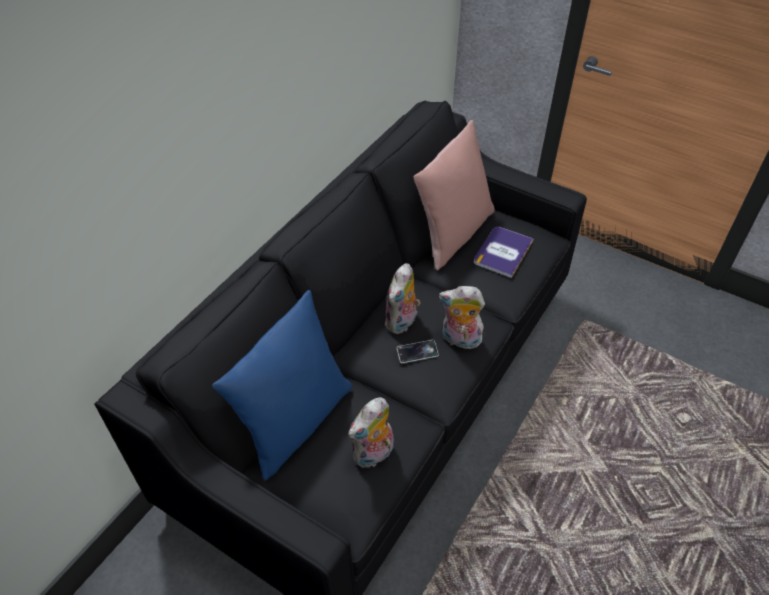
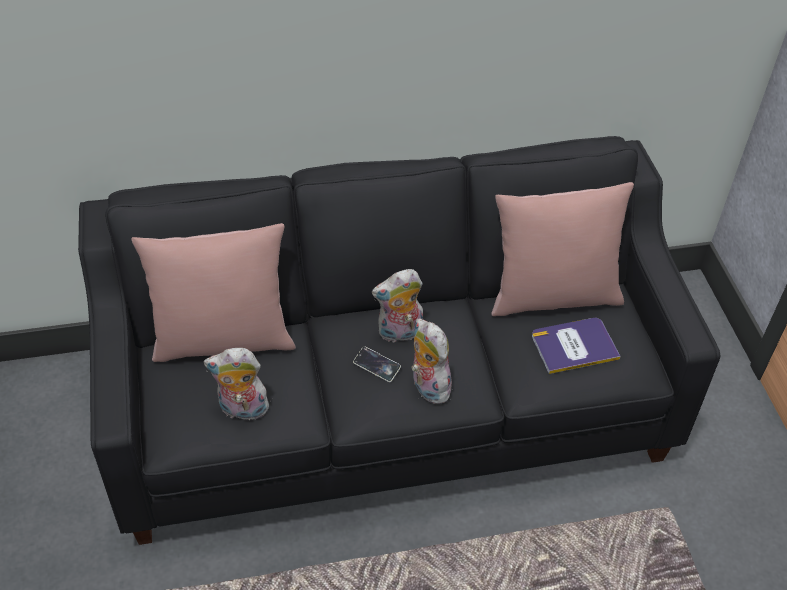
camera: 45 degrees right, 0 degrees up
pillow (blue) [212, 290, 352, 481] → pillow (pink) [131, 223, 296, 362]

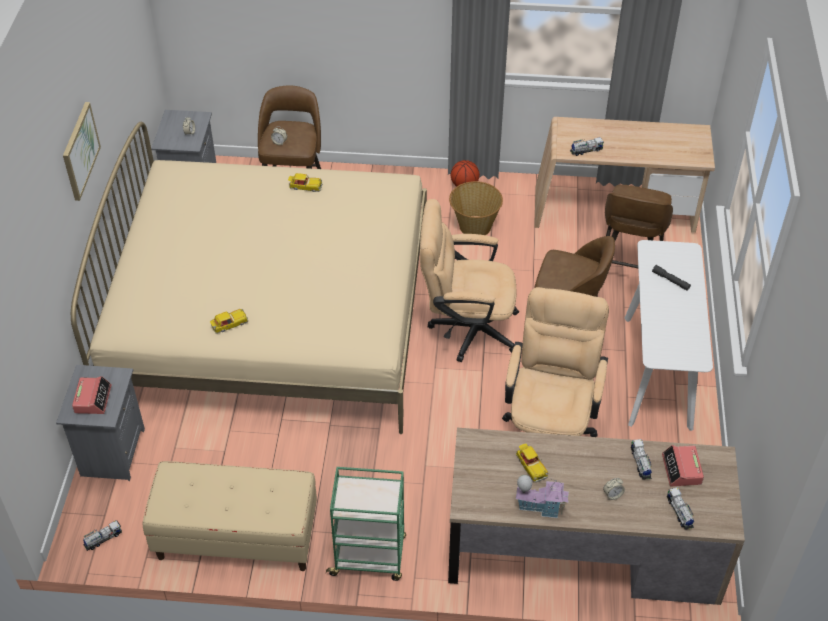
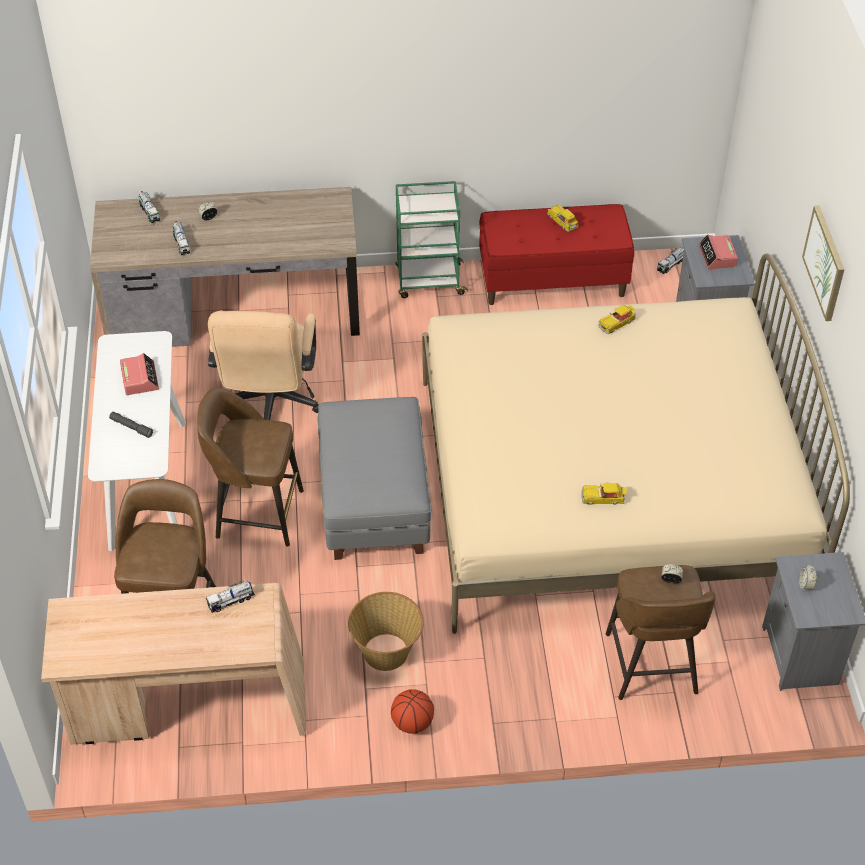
camera: 170 degrees right, 0 degrees up
office chair (beige) [420, 199, 519, 362] → ottoman (grey) [317, 397, 431, 560]
toy car [516, 443, 548, 483] → toy car [547, 205, 579, 232], relocated
alarm clock [662, 445, 704, 486] → alarm clock [120, 353, 159, 395], relocated
bench (beige) [143, 461, 317, 571] → bench (red) [479, 204, 634, 305]
toy house [516, 475, 569, 518] → -

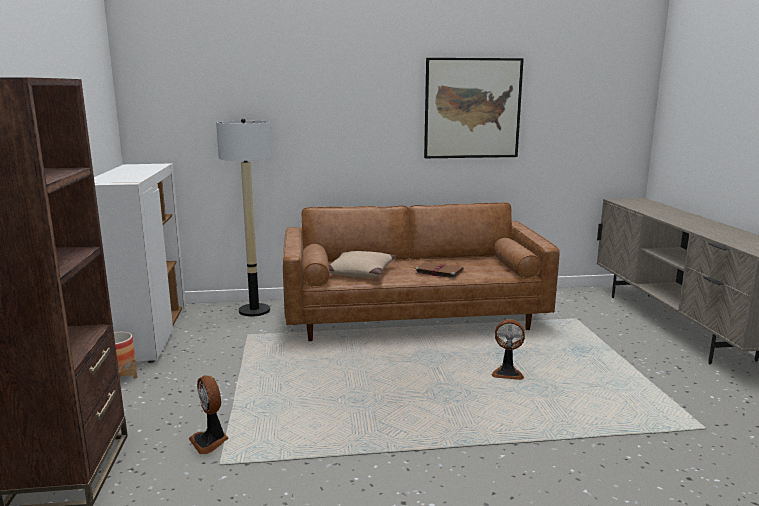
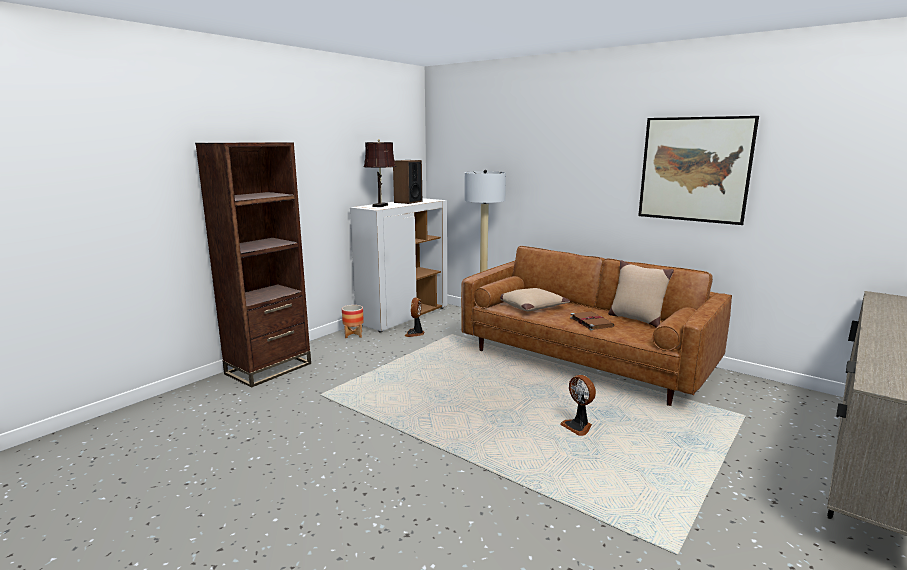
camera: 45 degrees right, 0 degrees up
fan [189, 375, 229, 454] → fan [405, 297, 425, 337], relocated
- → table lamp (brown) [364, 139, 396, 207]
- → speaker [393, 160, 422, 204]
- → pillow (beige) [608, 260, 674, 328]

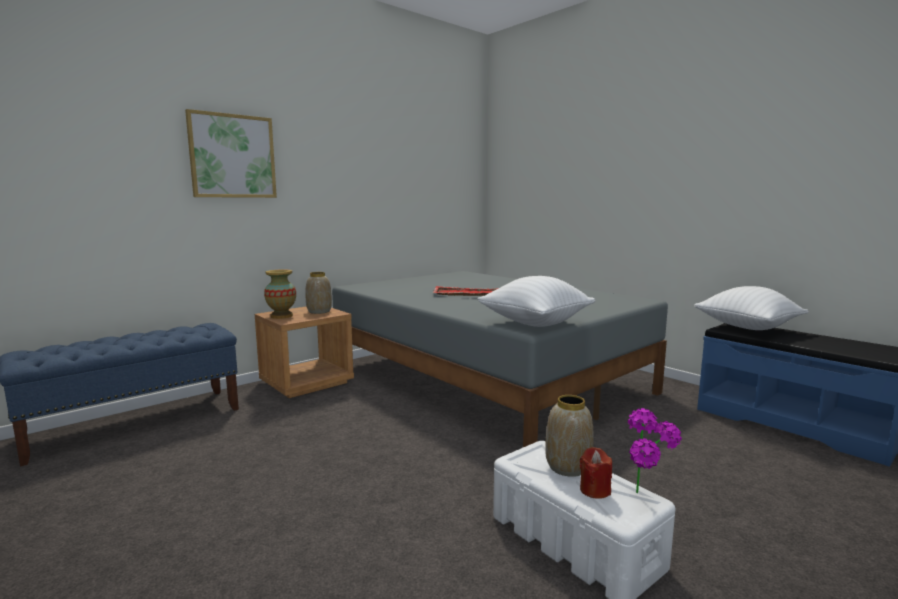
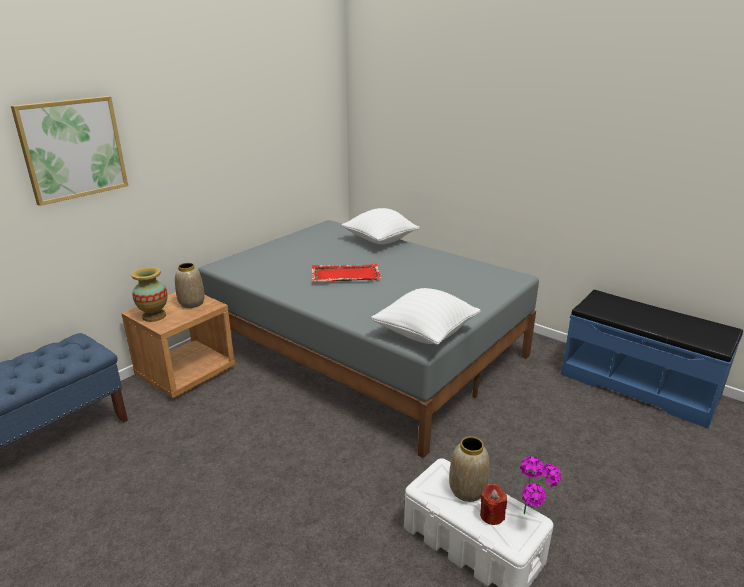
camera: 10 degrees left, 15 degrees up
pillow (white) [694, 286, 809, 330] → pillow (white) [341, 208, 420, 244], relocated

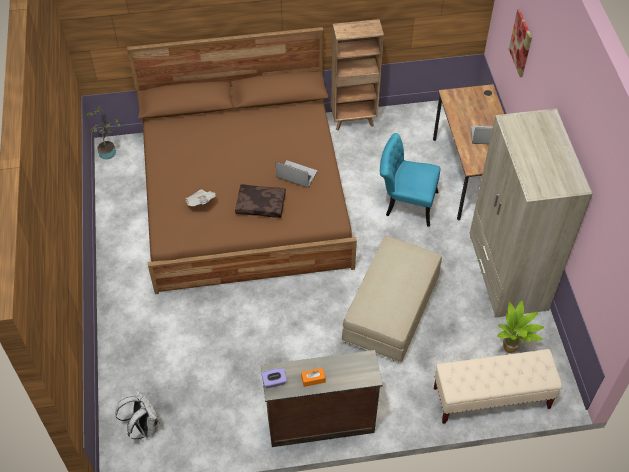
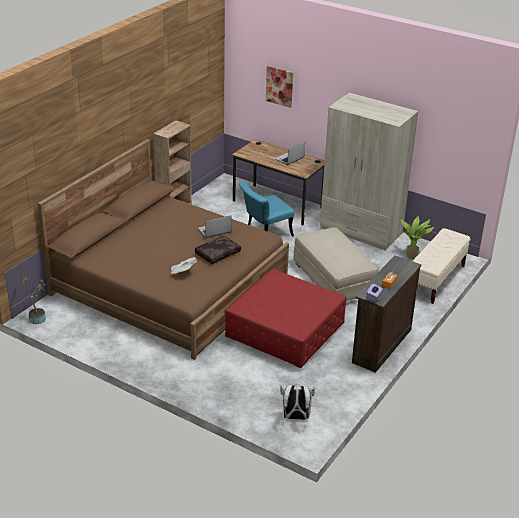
camera: 50 degrees left, 20 degrees down
- → ottoman (red) [225, 269, 347, 368]

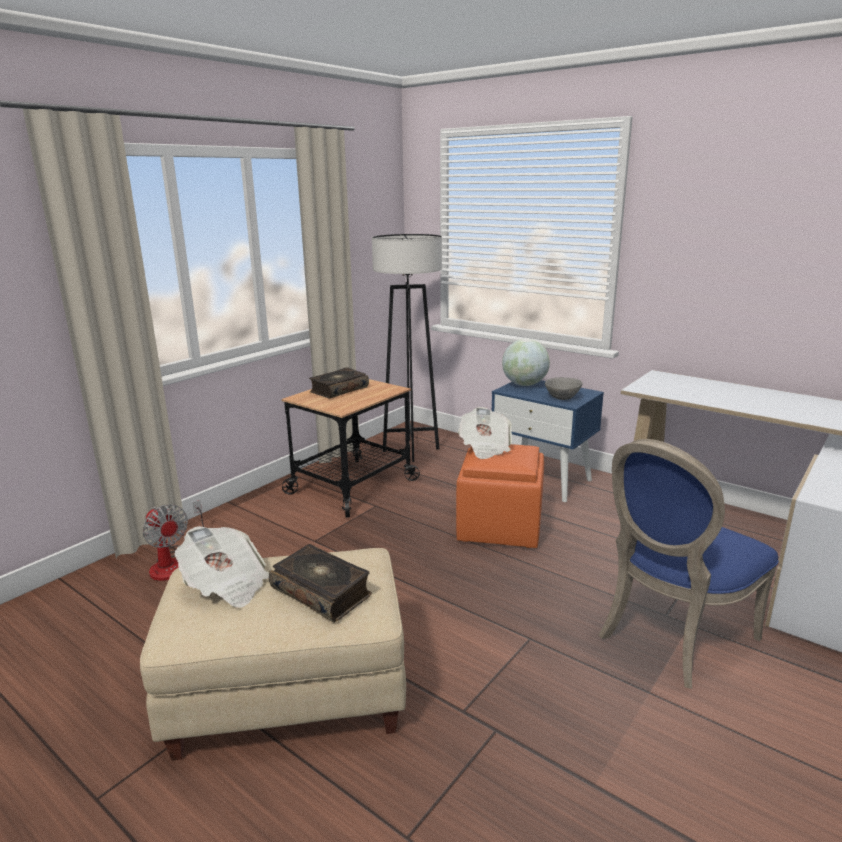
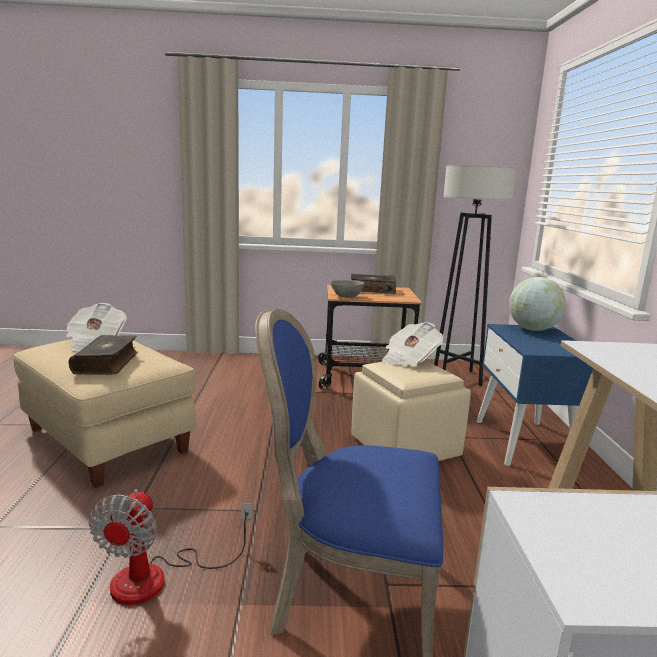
camera: 50 degrees right, 5 degrees down
bowl (grey) [545, 377, 583, 400] → bowl (grey) [331, 280, 365, 298], relocated
ottoman (orange) [456, 444, 544, 548] → ottoman (beige) [351, 360, 471, 461]
fan [143, 500, 204, 581] → fan [88, 489, 253, 605], relocated

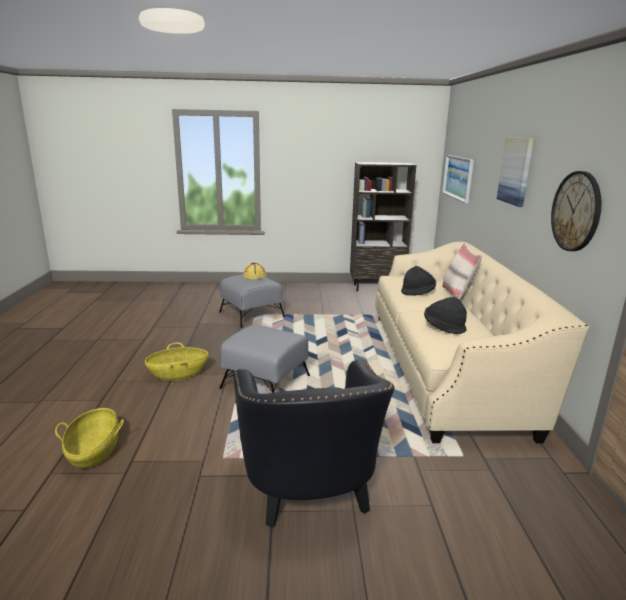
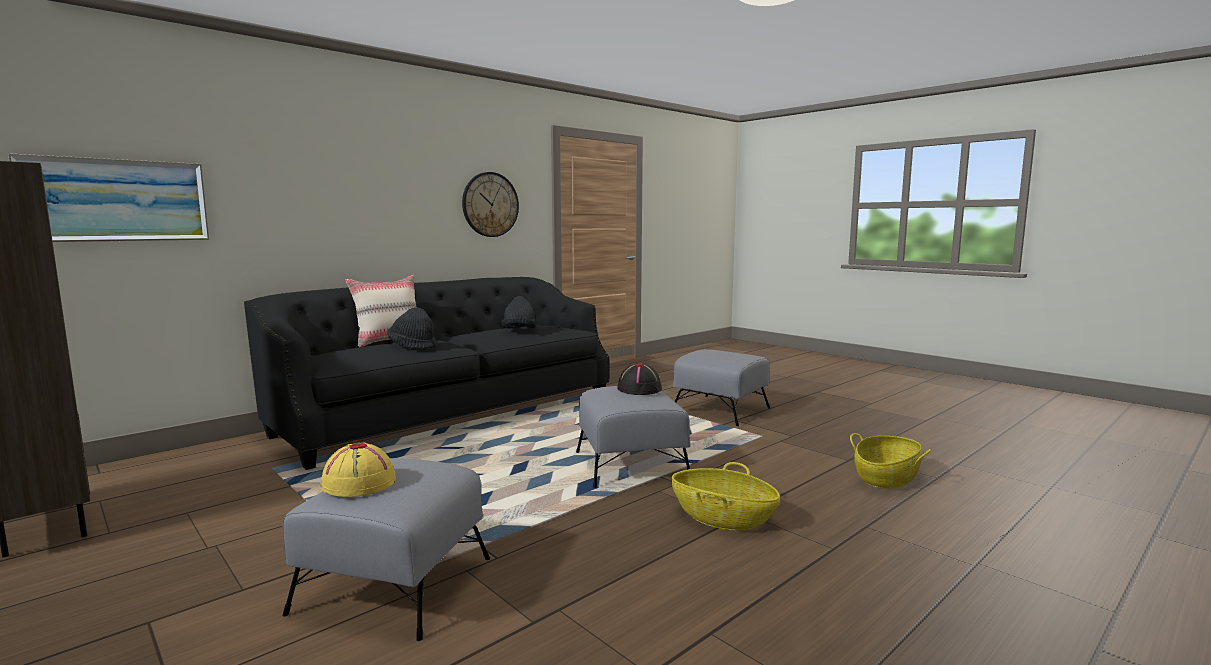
camera: 130 degrees left, 10 degrees down
picture [497, 137, 534, 207] → -
sofa (beige) [375, 242, 589, 444] → sofa (black) [244, 277, 610, 470]
armchair (black) [233, 359, 395, 527] → ottoman (grey) [673, 349, 770, 426]
- → hat (black) [617, 363, 662, 395]

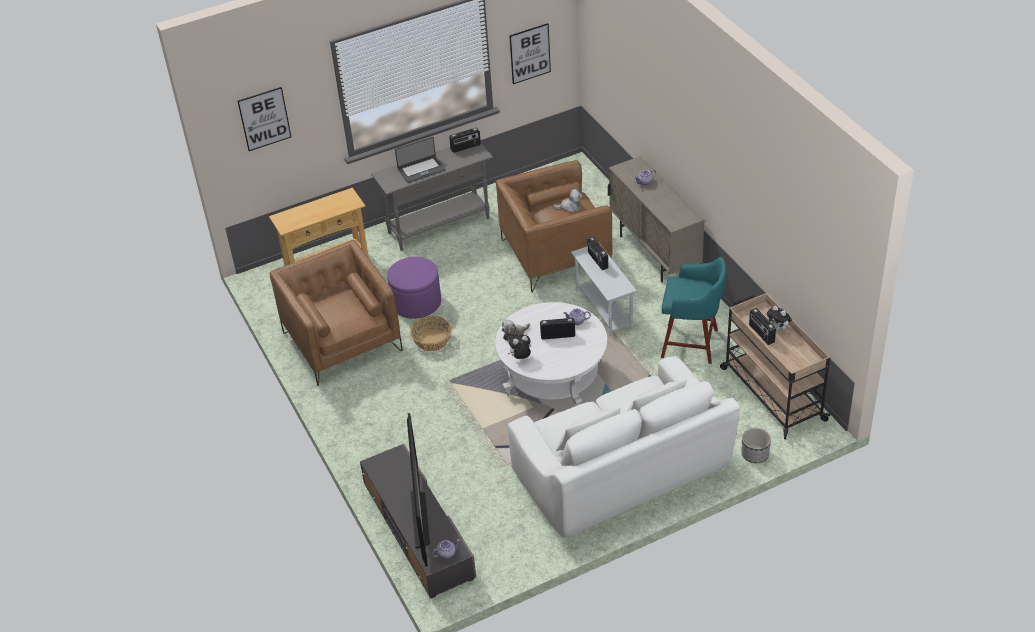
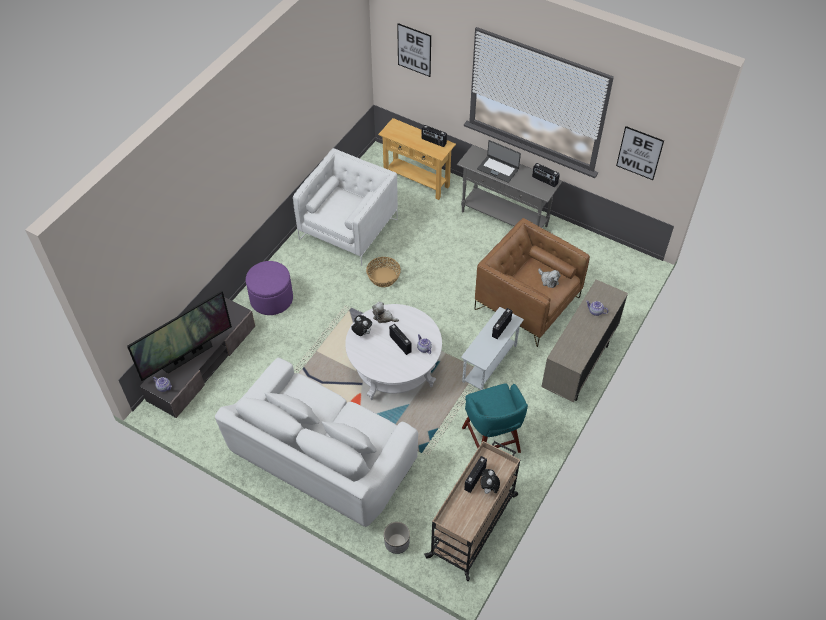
camera: 55 degrees right, 10 degrees up
armchair (brown) [269, 240, 403, 386] → armchair (white) [293, 148, 398, 266]
ottoman (purple) [387, 257, 441, 319] → ottoman (purple) [246, 261, 293, 315], relocated
- → radio [422, 125, 447, 147]

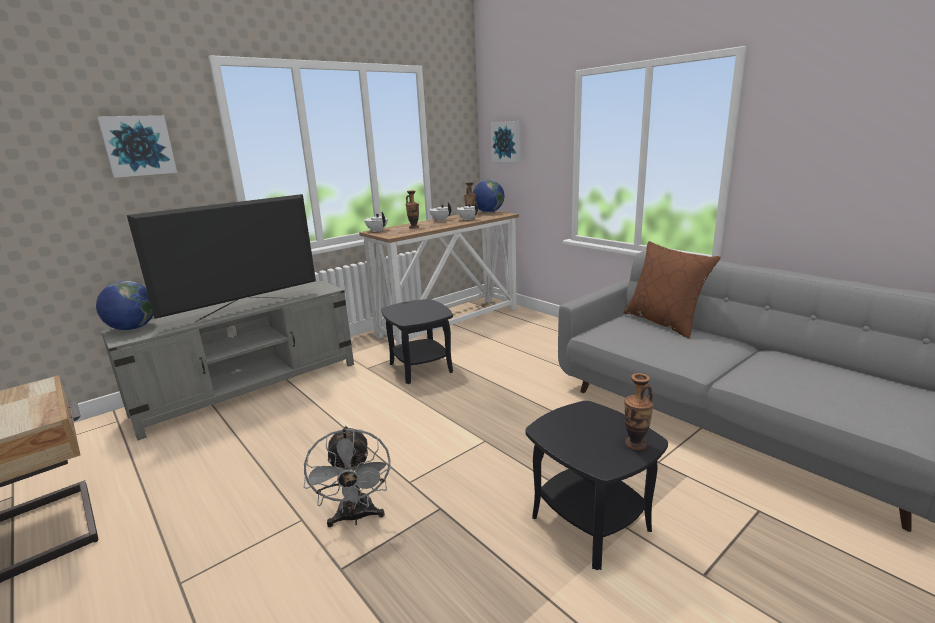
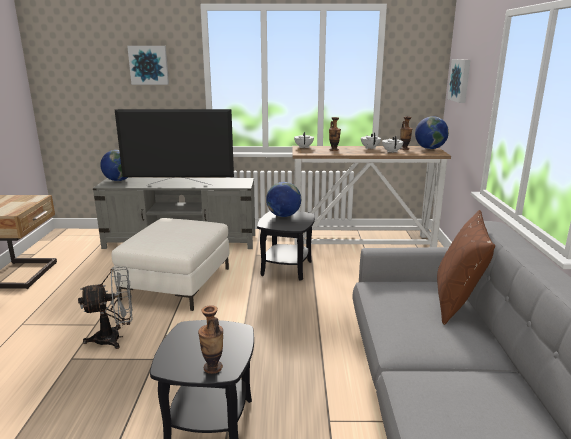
camera: 40 degrees right, 0 degrees up
fan (grey) [304, 426, 391, 527] → fan (grey) [78, 267, 133, 349], 135 degrees counterclockwise
- → globe [266, 182, 301, 217]
- → ottoman (white) [111, 218, 229, 311]

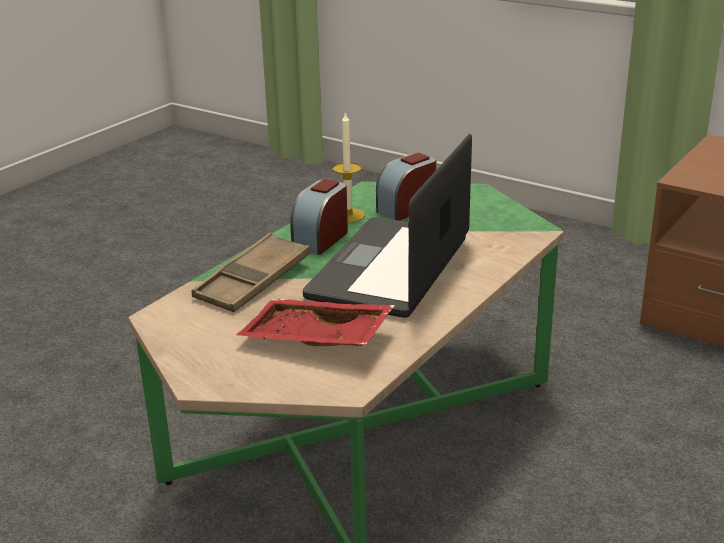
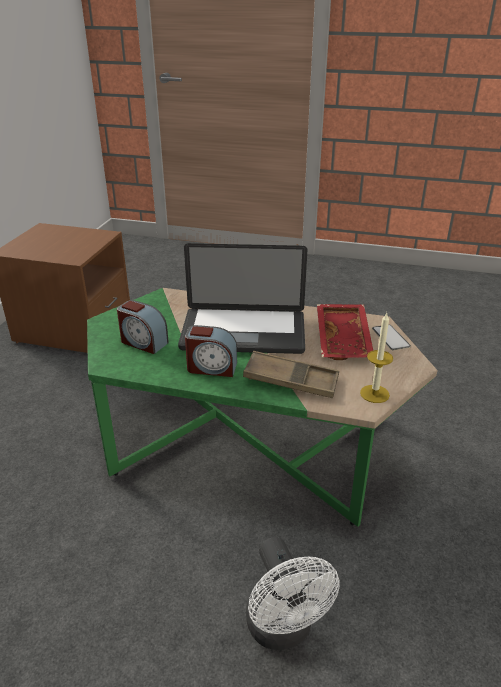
camera: 110 degrees left, 5 degrees up
candle [333, 112, 365, 223] → candle [360, 313, 393, 403], relocated
- → phone [372, 325, 411, 350]
- → fan (white) [246, 537, 339, 650]

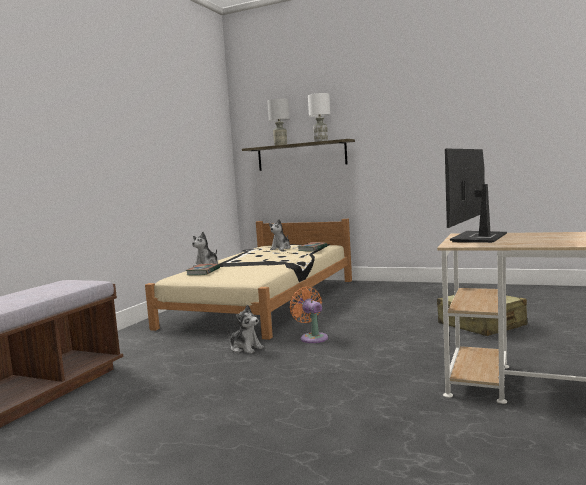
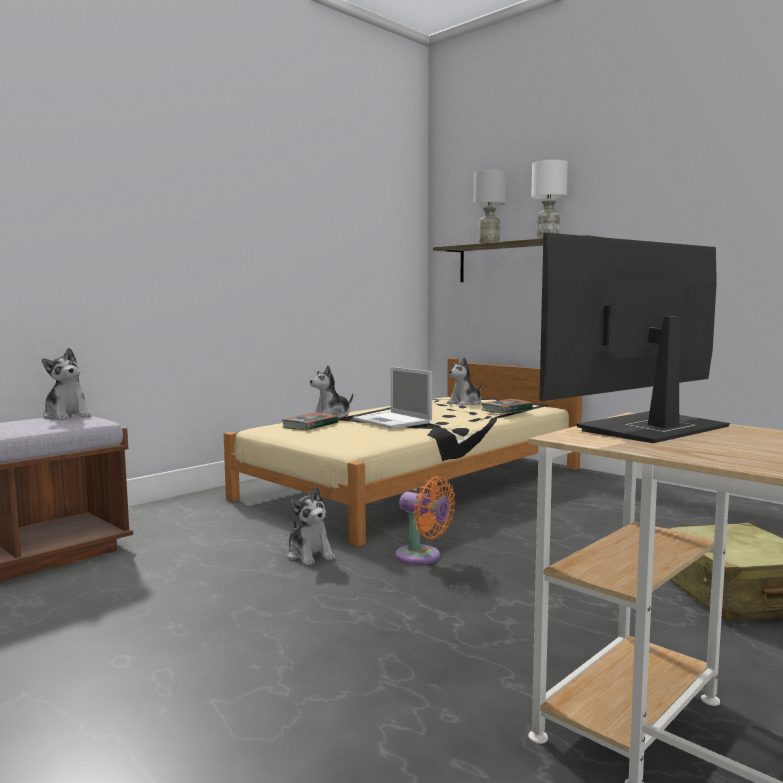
camera: 20 degrees right, 0 degrees up
fan (orange) [289, 287, 328, 343] → fan (orange) [395, 476, 455, 564], 135 degrees clockwise
- → plush toy [42, 348, 91, 420]
- → laptop [353, 367, 432, 429]

